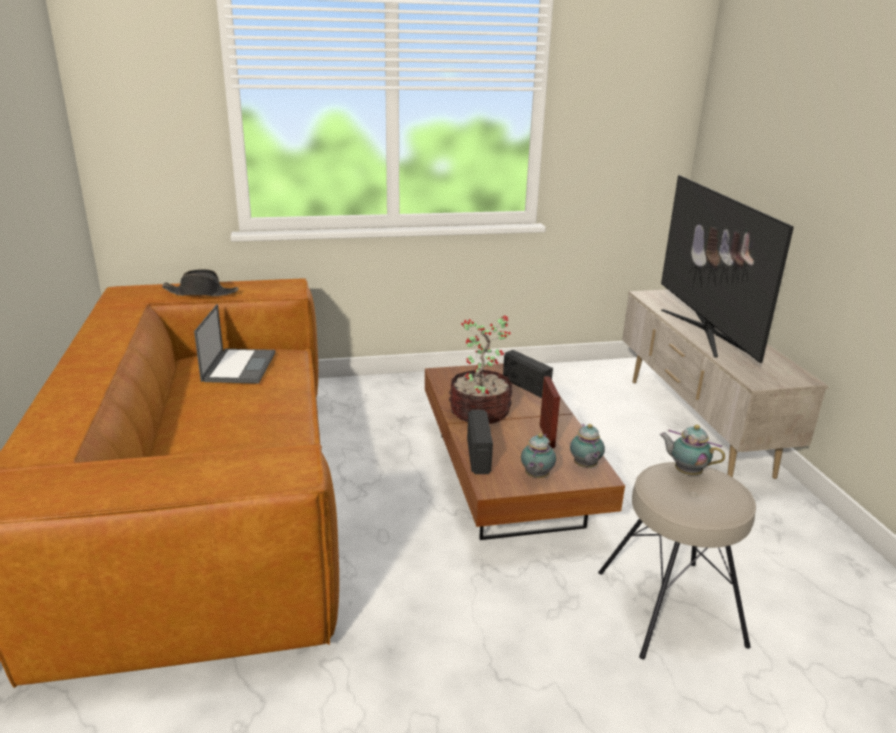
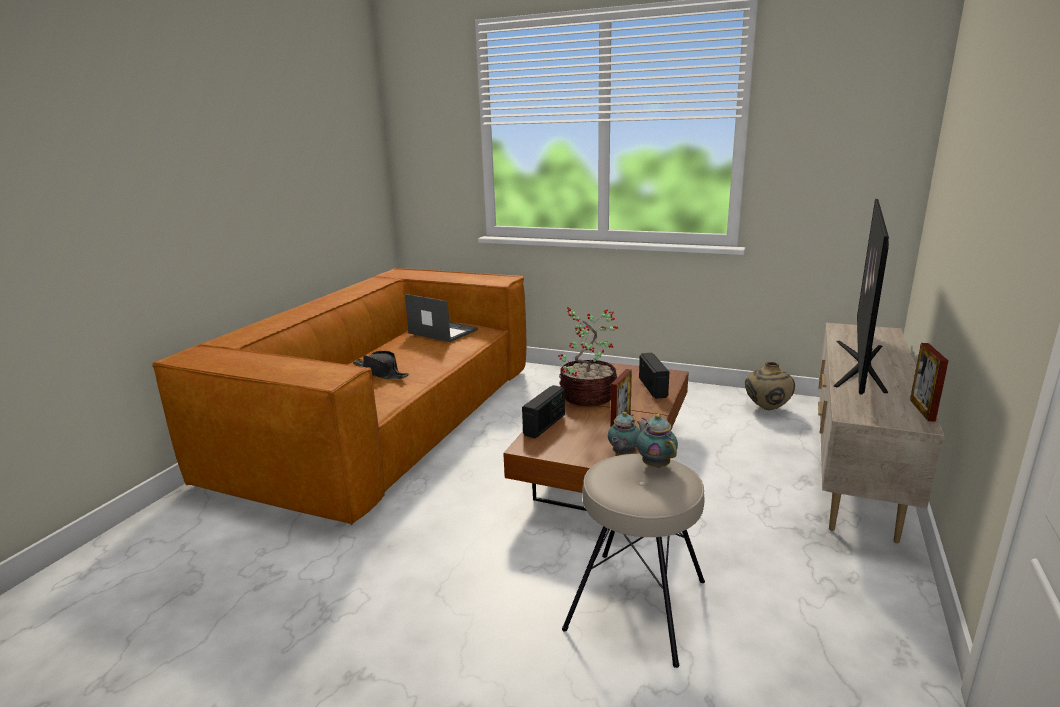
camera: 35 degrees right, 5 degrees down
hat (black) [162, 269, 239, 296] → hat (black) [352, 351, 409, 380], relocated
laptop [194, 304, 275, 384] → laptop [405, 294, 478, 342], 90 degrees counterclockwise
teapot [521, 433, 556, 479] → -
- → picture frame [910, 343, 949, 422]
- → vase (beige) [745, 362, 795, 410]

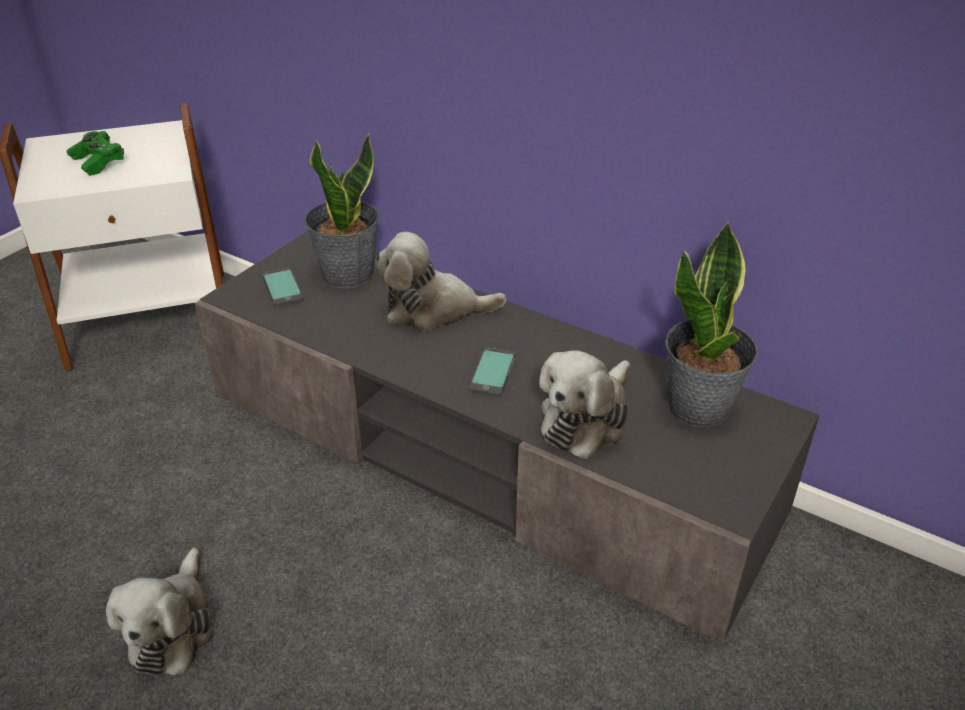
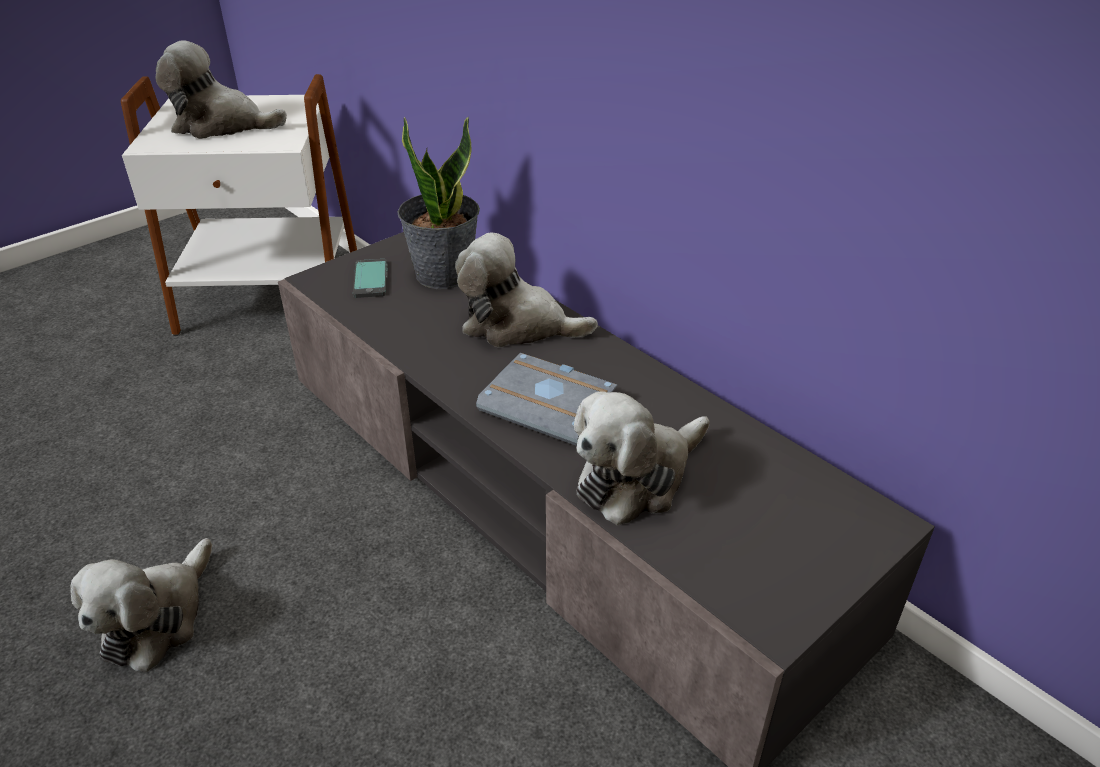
camera: 15 degrees right, 0 degrees up
game controller (green) [66, 131, 124, 176] → plush toy [156, 40, 287, 139]
potted plant [665, 221, 757, 427] → -
phone [469, 348, 515, 397] → book (grey) [476, 353, 617, 446]

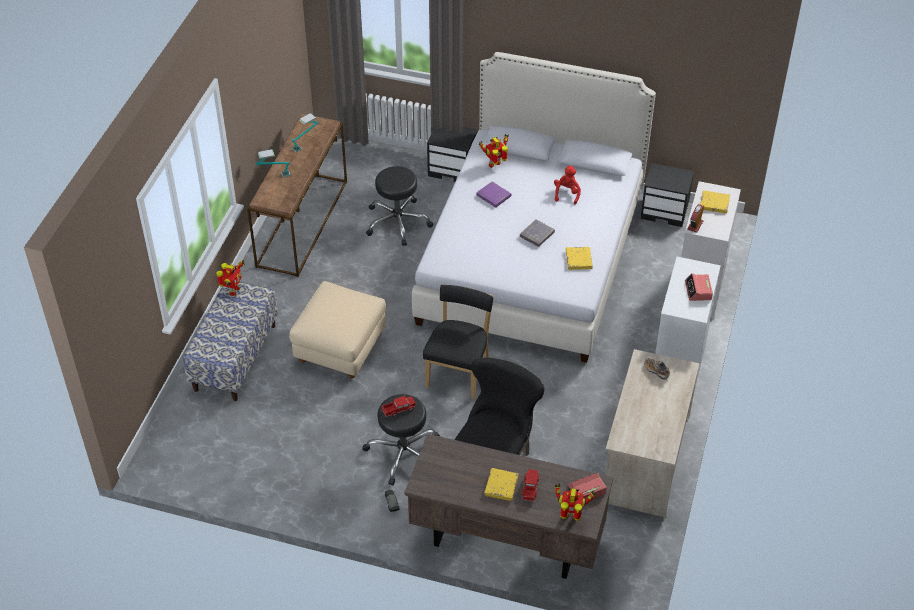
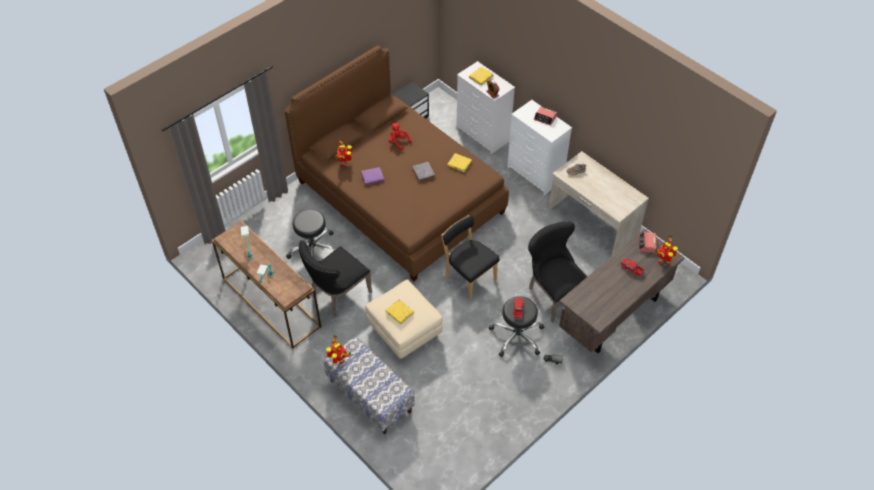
camera: 60 degrees left, 5 degrees up
bed (white) [412, 52, 656, 363] → bed (brown) [285, 46, 509, 281]
nightstand (black) [427, 127, 477, 182] → -
book (yellow) [485, 468, 519, 501] → book (yellow) [386, 300, 414, 324], relocated
- → chair (black) [299, 240, 372, 316]

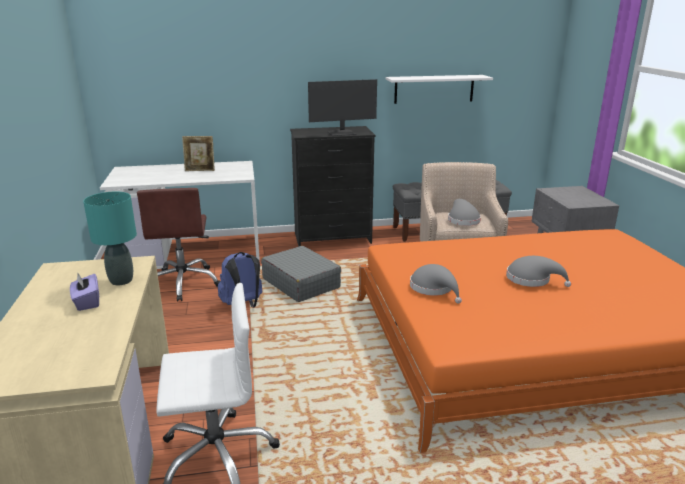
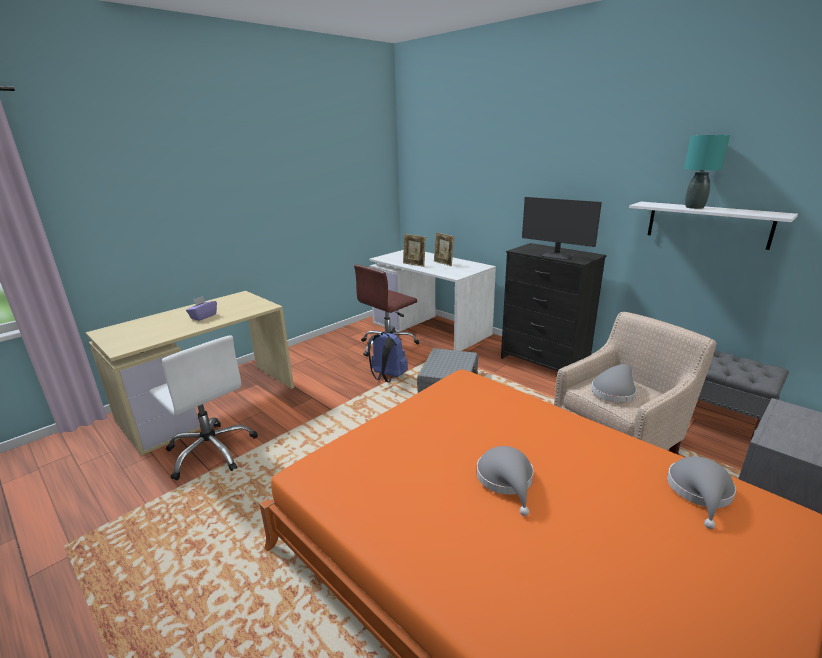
camera: 55 degrees right, 0 degrees up
table lamp (turquoise) [83, 192, 137, 285] → table lamp (turquoise) [684, 135, 730, 209], relocated
hat (grey) [410, 264, 462, 304] → hat (grey) [667, 456, 736, 529], relocated
- → picture frame [403, 234, 426, 267]

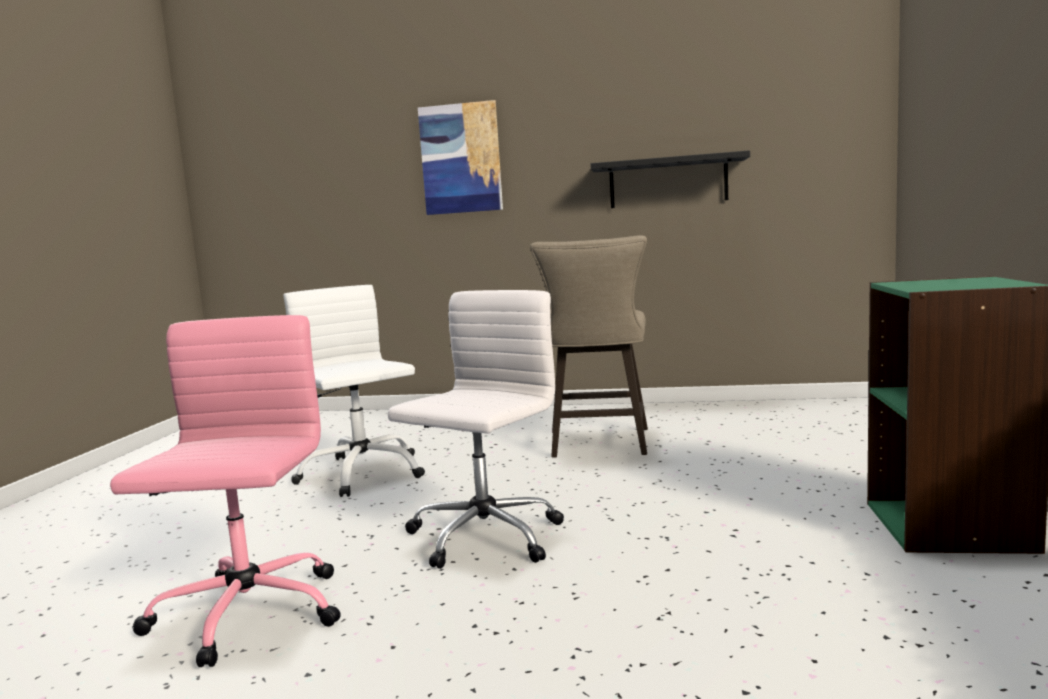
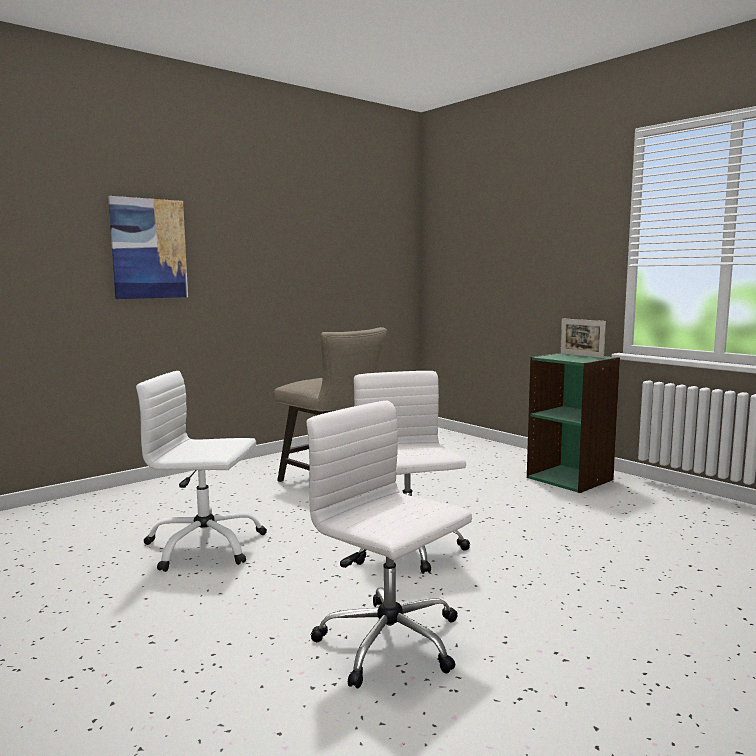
camera: 50 degrees left, 0 degrees up
shelf (black) [591, 150, 750, 208] → -
office chair (pink) [110, 315, 341, 667] → office chair (white) [307, 401, 472, 688]
- → picture frame [560, 318, 606, 358]

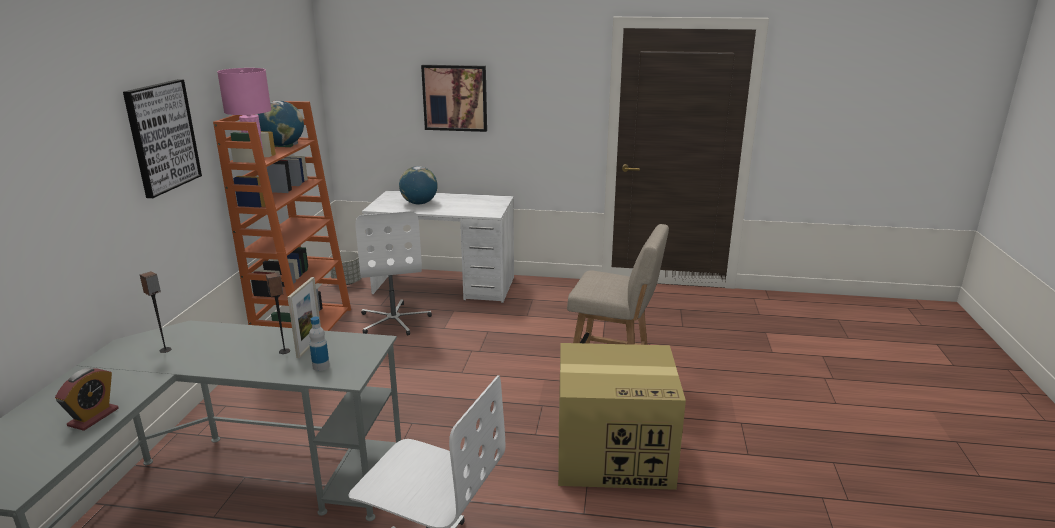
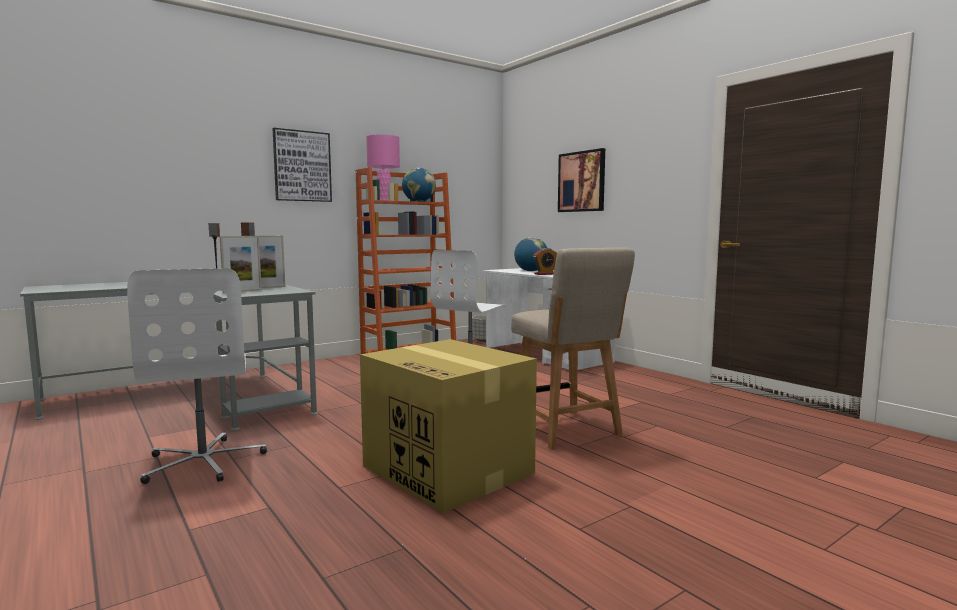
camera: 45 degrees right, 15 degrees down
bottle [309, 317, 330, 371] → picture frame [220, 236, 262, 293]
alarm clock [55, 368, 119, 431] → alarm clock [533, 248, 557, 275], relocated

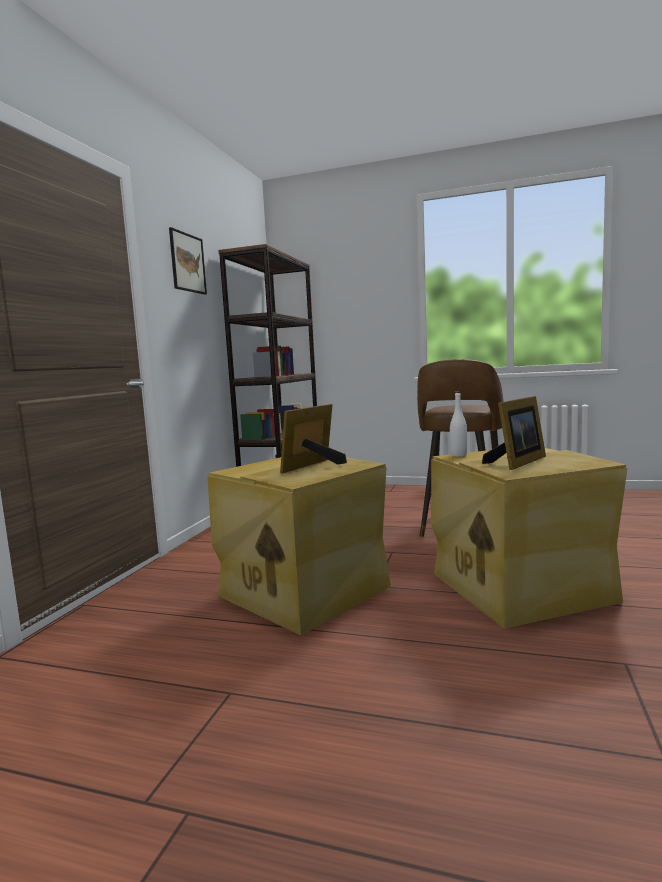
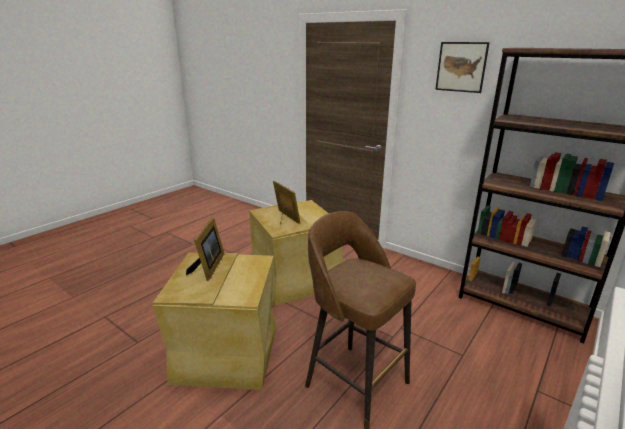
camera: 110 degrees right, 15 degrees up
bottle (white) [450, 392, 467, 457] → -
picture frame [482, 396, 546, 470] → picture frame [186, 217, 224, 281], 150 degrees counterclockwise

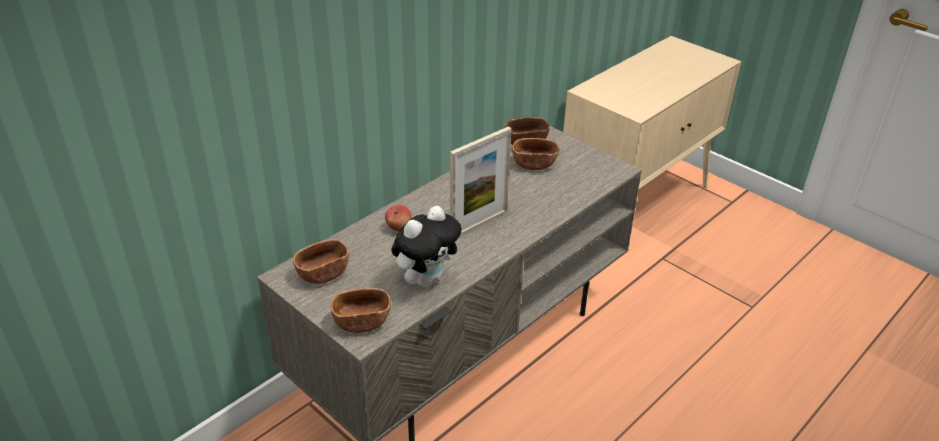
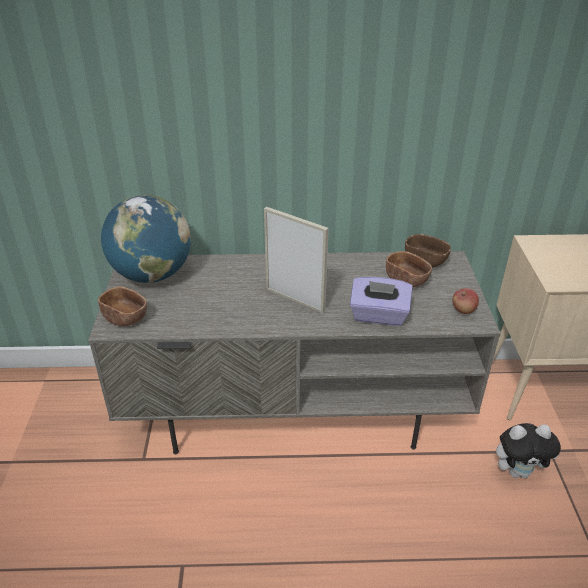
camera: 45 degrees right, 0 degrees up
picture frame [450, 127, 512, 236] → picture frame [264, 207, 329, 313], 150 degrees counterclockwise
apple [385, 205, 412, 231] → apple [452, 288, 479, 314], relocated
plush toy [391, 206, 462, 287] → plush toy [496, 423, 561, 478], relocated
bowl (brown) [293, 239, 349, 284] → globe [101, 195, 191, 283]
- → tissue box (purple) [350, 277, 412, 326]

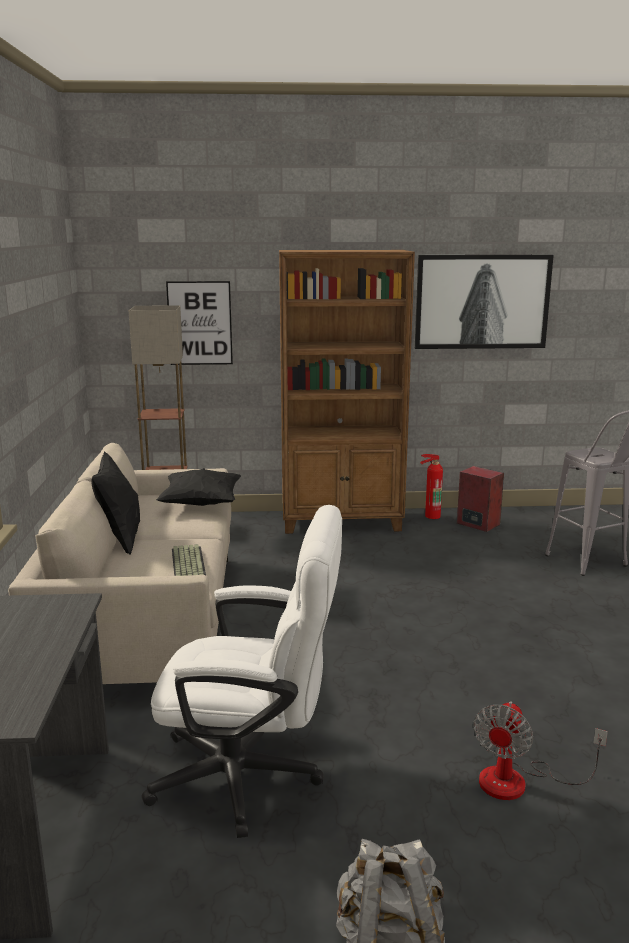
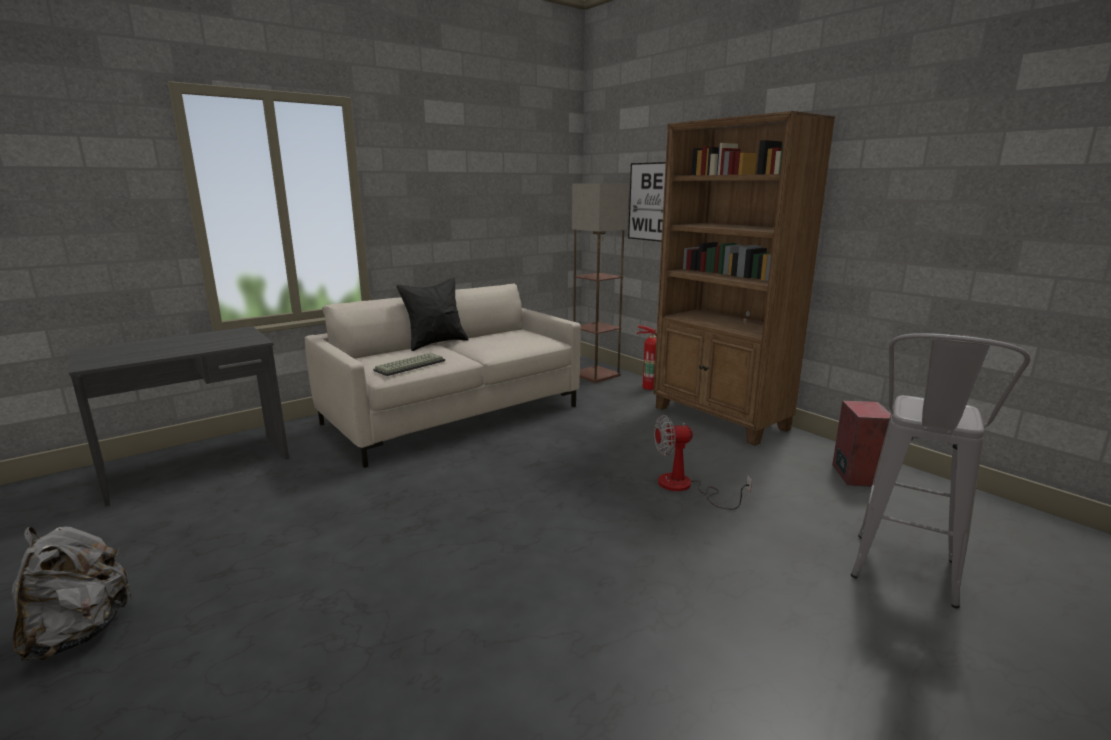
camera: 55 degrees right, 0 degrees up
picture [415, 255, 554, 349] → -
fire extinguisher [420, 454, 443, 519] → fire extinguisher [636, 325, 656, 390], relocated
pillow (black) [156, 468, 241, 506] → -
office chair (white) [142, 505, 342, 838] → -
fan [473, 701, 608, 800] → fan [654, 415, 752, 510], relocated

